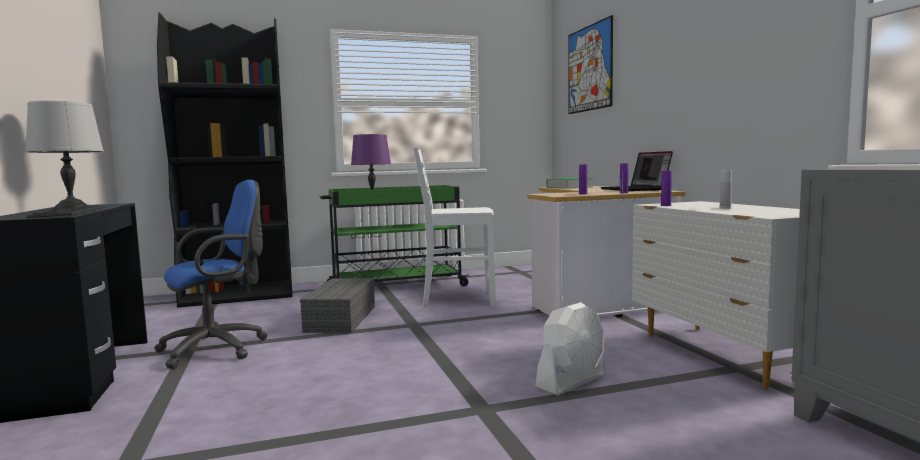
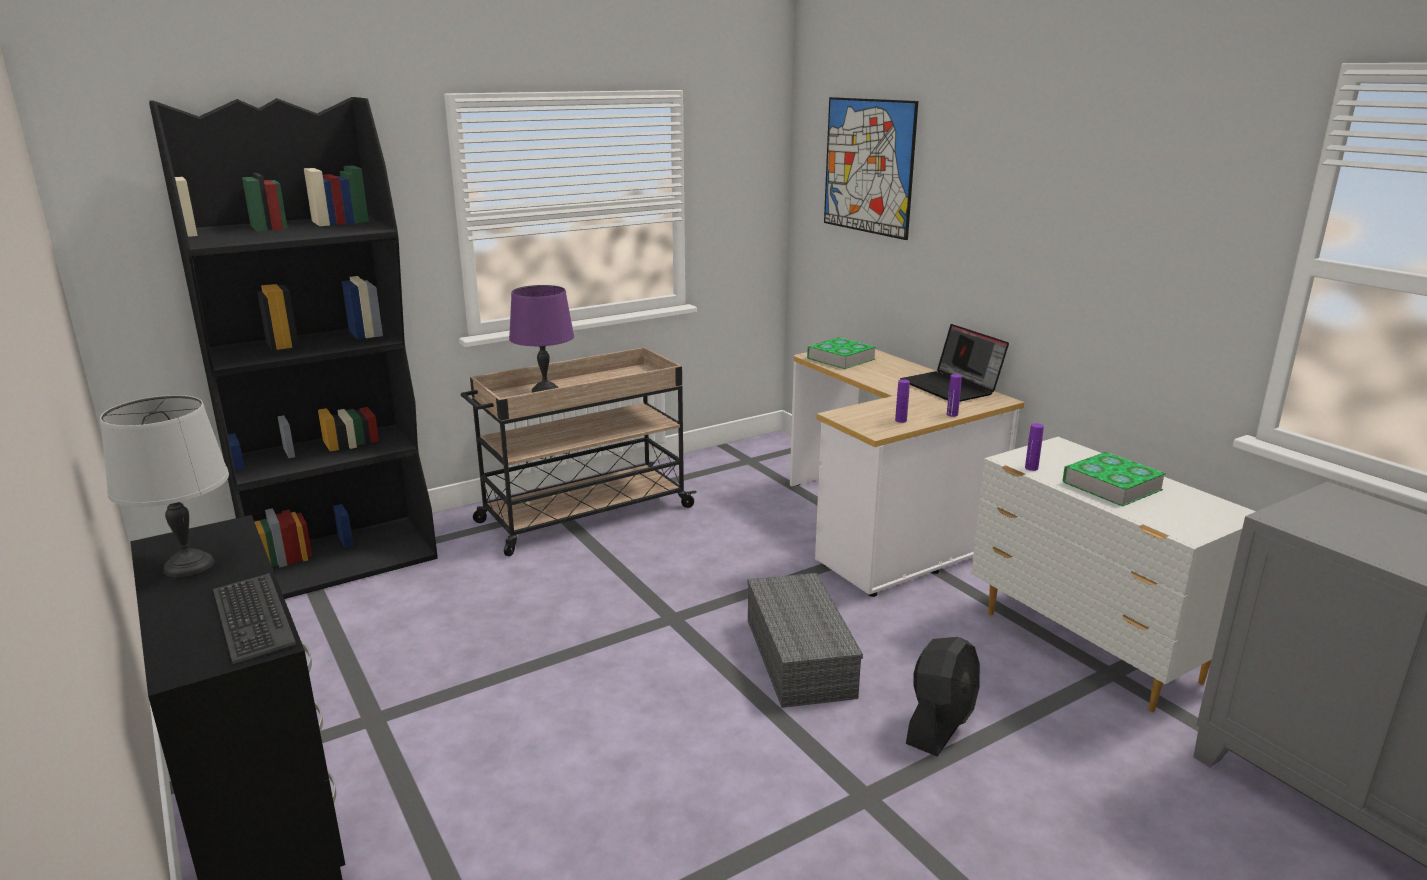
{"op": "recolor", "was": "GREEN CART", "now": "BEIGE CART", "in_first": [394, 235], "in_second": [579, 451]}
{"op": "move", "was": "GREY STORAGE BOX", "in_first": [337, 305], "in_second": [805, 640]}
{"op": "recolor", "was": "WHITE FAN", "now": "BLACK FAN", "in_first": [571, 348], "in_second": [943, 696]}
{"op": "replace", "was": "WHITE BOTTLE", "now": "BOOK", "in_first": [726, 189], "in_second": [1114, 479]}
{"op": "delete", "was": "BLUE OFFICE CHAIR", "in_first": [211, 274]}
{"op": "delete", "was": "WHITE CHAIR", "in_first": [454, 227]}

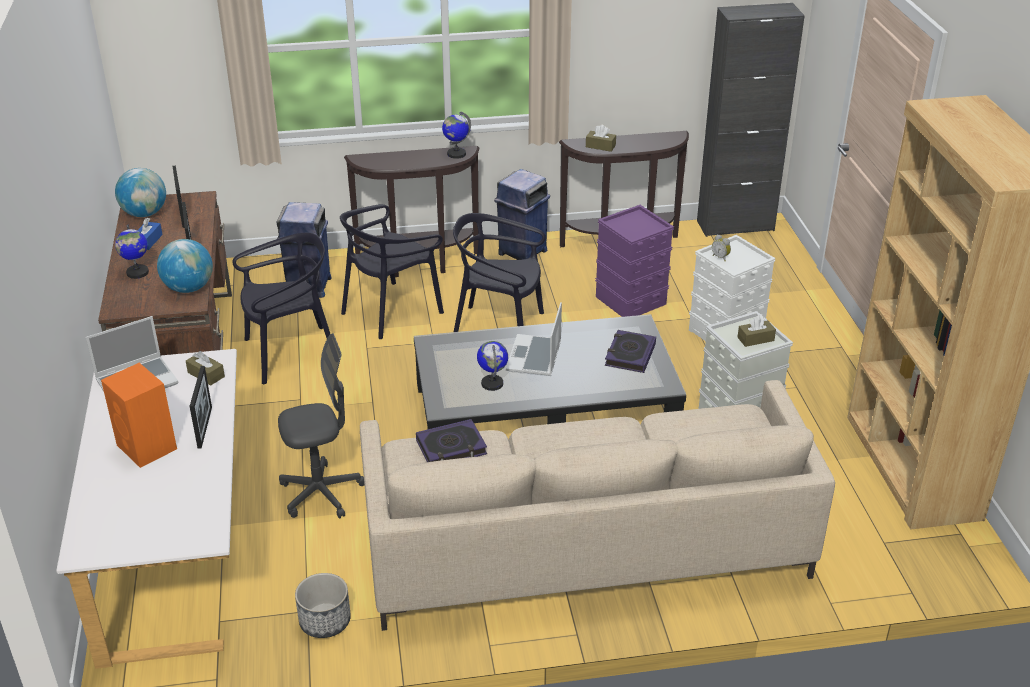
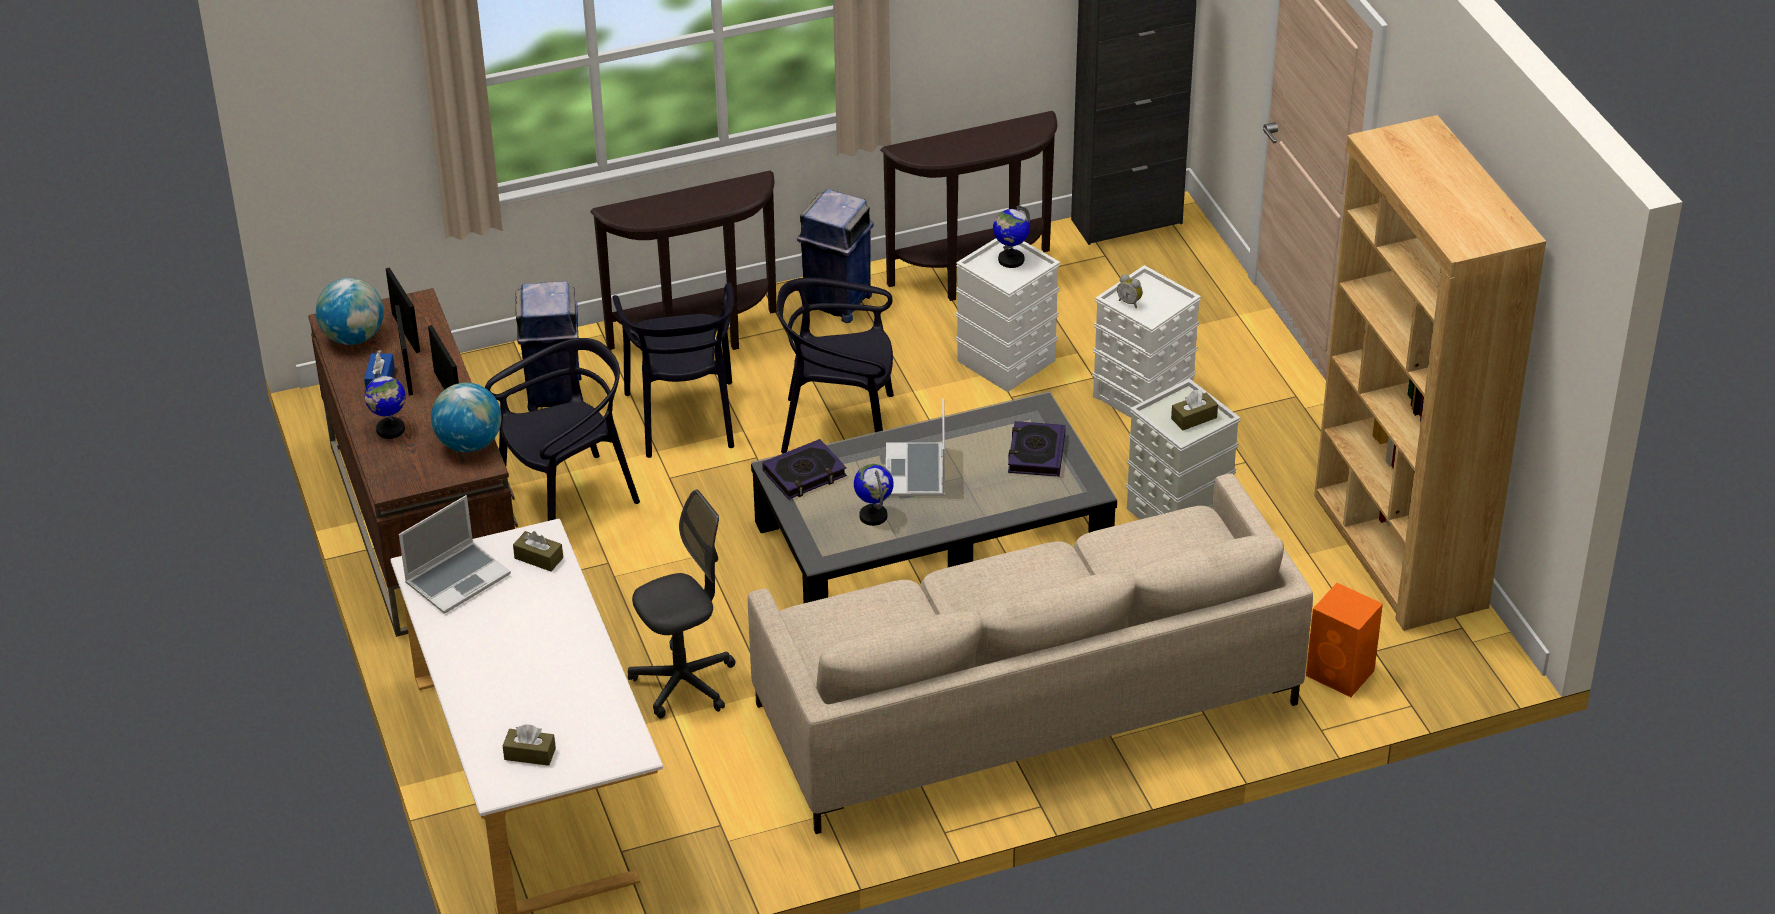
{"op": "move", "was": "PICTURE FRAME", "in_first": [201, 407], "in_second": [404, 350]}
{"op": "move", "was": "BROWN TISSUE BOX", "in_first": [601, 138], "in_second": [529, 745]}
{"op": "rotate", "was": "BLACK CHAIR", "in_first": [392, 271], "in_second": [673, 370], "clockwise": -45}
{"op": "move", "was": "BOOK", "in_first": [451, 440], "in_second": [804, 469]}
{"op": "recolor", "was": "PURPLE STORAGE BOX", "now": "WHITE STORAGE BOX", "in_first": [634, 261], "in_second": [1008, 315]}
{"op": "move", "was": "GLOBE", "in_first": [456, 135], "in_second": [1011, 236]}
{"op": "move", "was": "ORANGE SPEAKER", "in_first": [139, 415], "in_second": [1344, 640]}
{"op": "delete", "was": "PLANTER", "in_first": [323, 605]}

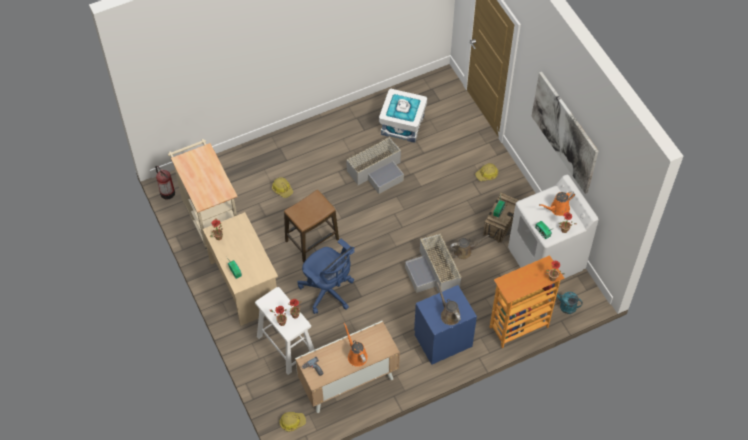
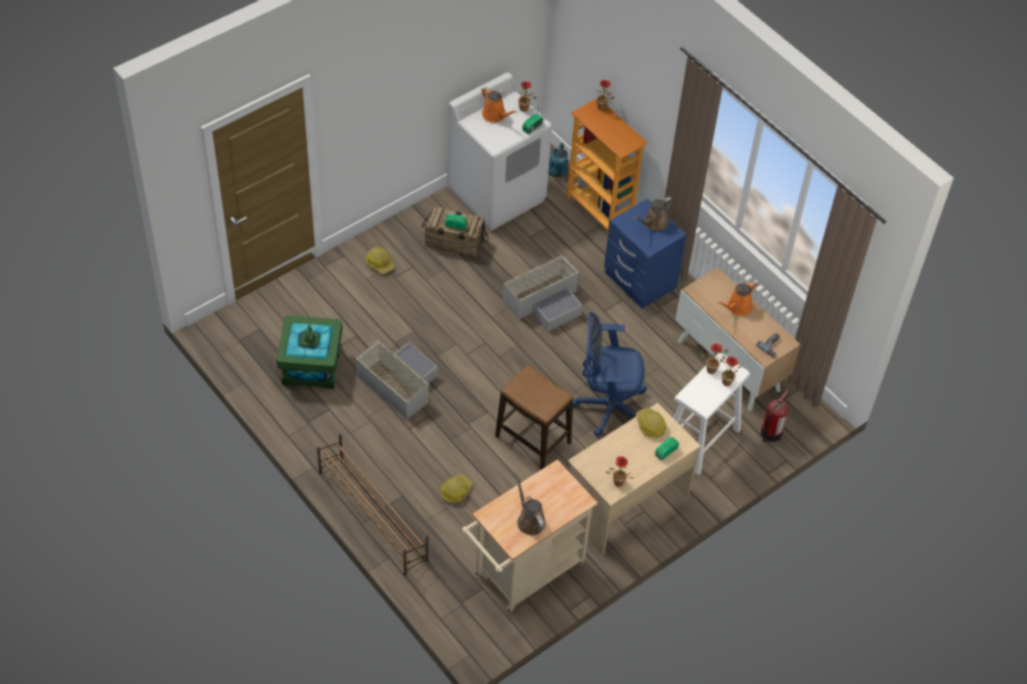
{"op": "recolor", "was": "WHITE STORAGE BOX", "now": "GREEN STORAGE BOX", "in_first": [403, 116], "in_second": [309, 352]}
{"op": "insert", "now": "BROWN SHOE RACK", "in_second": [373, 504]}
{"op": "move", "was": "BROWN WATERING CAN", "in_first": [469, 247], "in_second": [530, 503]}
{"op": "rotate", "was": "BLUE OFFICE CHAIR", "in_first": [326, 276], "in_second": [610, 374], "clockwise": -120}
{"op": "move", "was": "HARD HAT", "in_first": [292, 422], "in_second": [651, 423]}
{"op": "move", "was": "FIRE EXTINGUISHER", "in_first": [165, 183], "in_second": [775, 415]}
{"op": "delete", "was": "PICTURE", "in_first": [565, 133]}

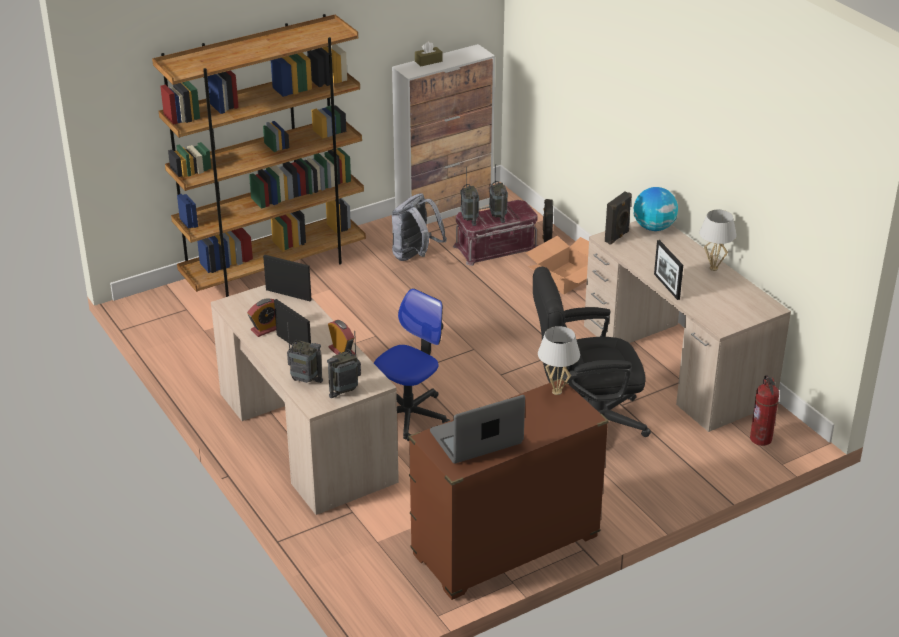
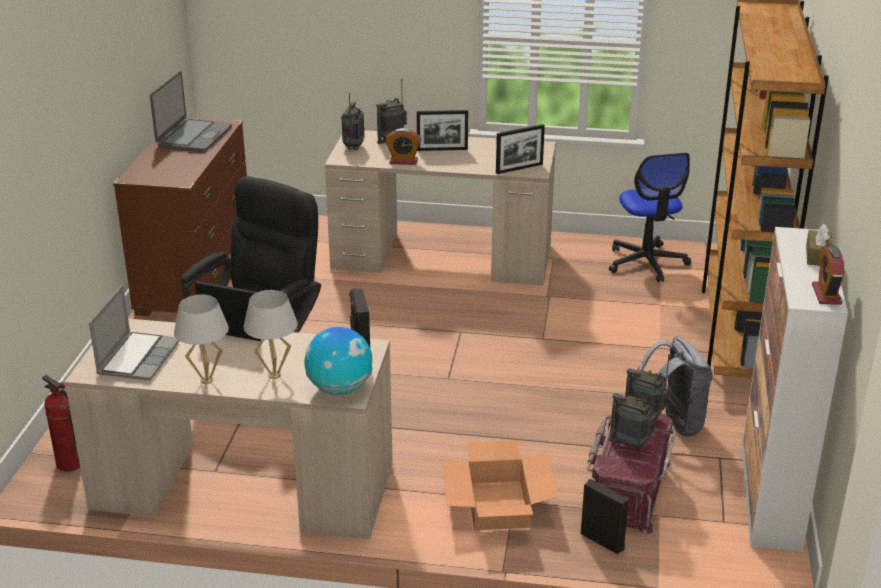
{"op": "insert", "now": "LAPTOP", "in_second": [134, 333]}
{"op": "move", "was": "WHITE TABLE LAMP", "in_first": [559, 360], "in_second": [271, 334]}
{"op": "move", "was": "OFFICE CHAIR", "in_first": [412, 364], "in_second": [650, 217]}
{"op": "move", "was": "ALARM CLOCK", "in_first": [261, 317], "in_second": [828, 275]}

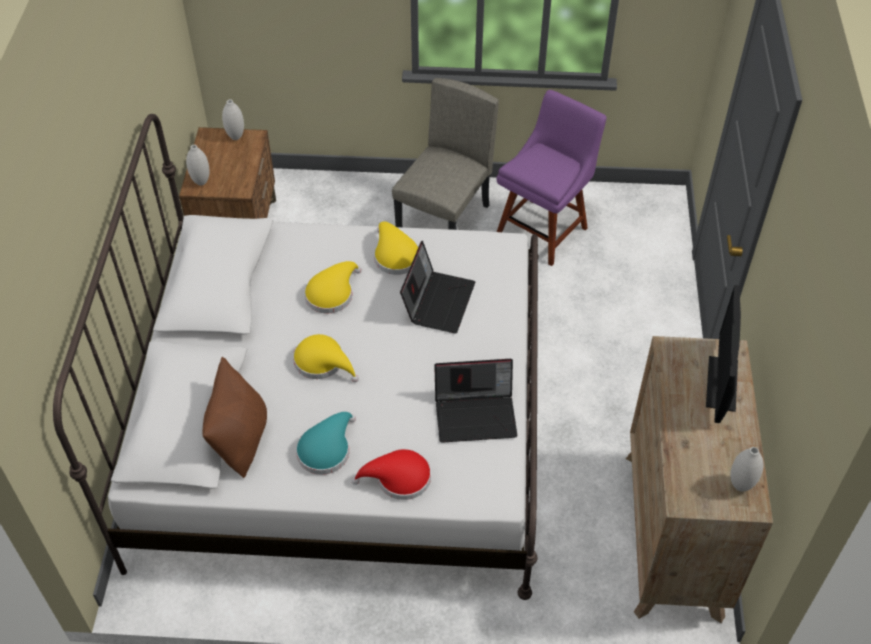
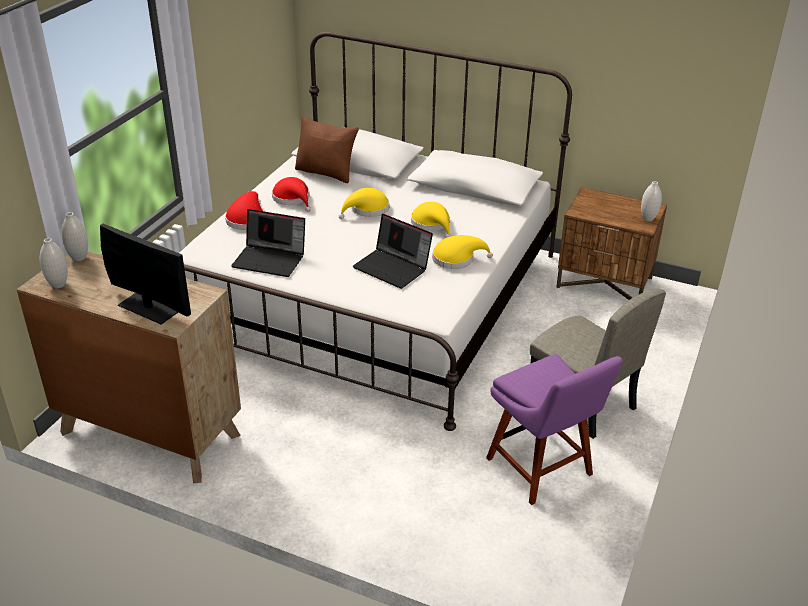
{"op": "move", "was": "WHITE VASE", "in_first": [198, 165], "in_second": [75, 236]}
{"op": "rotate", "was": "LAPTOP", "in_first": [475, 401], "in_second": [268, 243], "clockwise": -90}
{"op": "recolor", "was": "TURQUOISE HAT", "now": "RED HAT", "in_first": [326, 443], "in_second": [291, 194]}

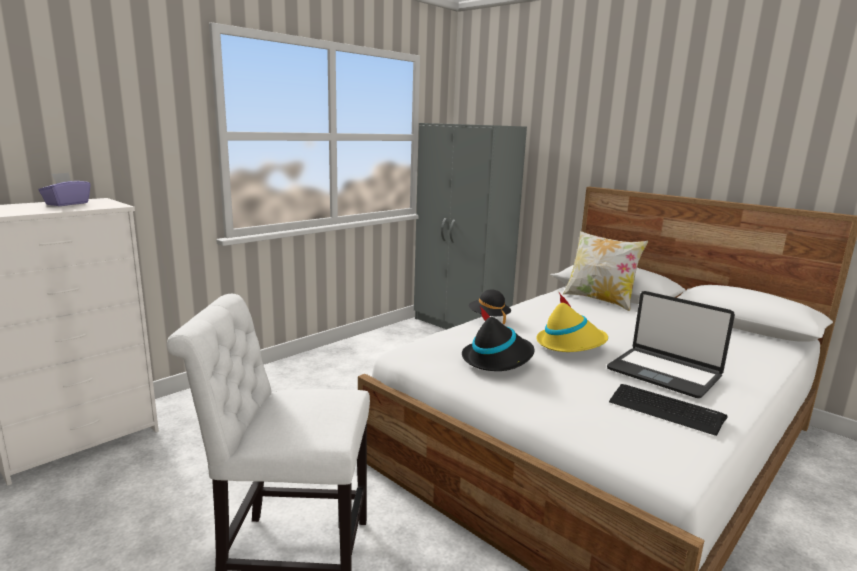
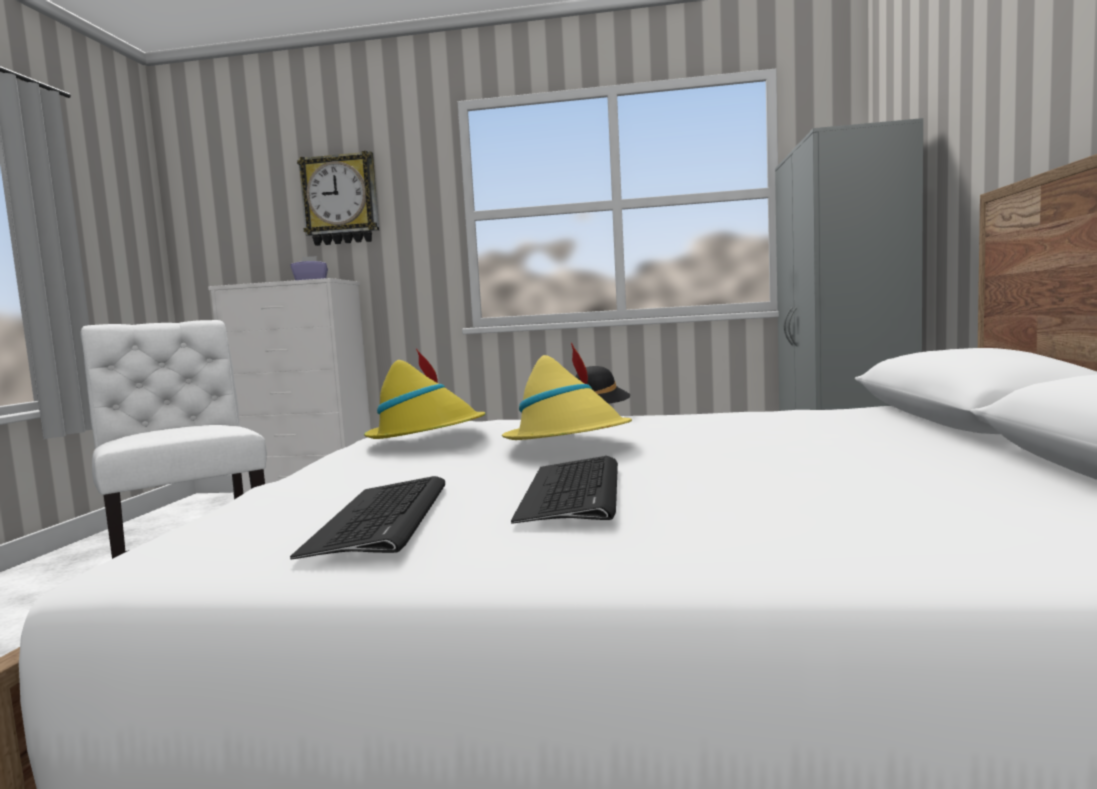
{"op": "insert", "now": "WALL CLOCK", "in_second": [338, 198]}
{"op": "recolor", "was": "BLACK HAT", "now": "YELLOW HAT", "in_first": [498, 338], "in_second": [425, 393]}
{"op": "replace", "was": "LAPTOP", "now": "KEYBOARD", "in_first": [671, 344], "in_second": [564, 490]}
{"op": "delete", "was": "PILLOW", "in_first": [605, 271]}

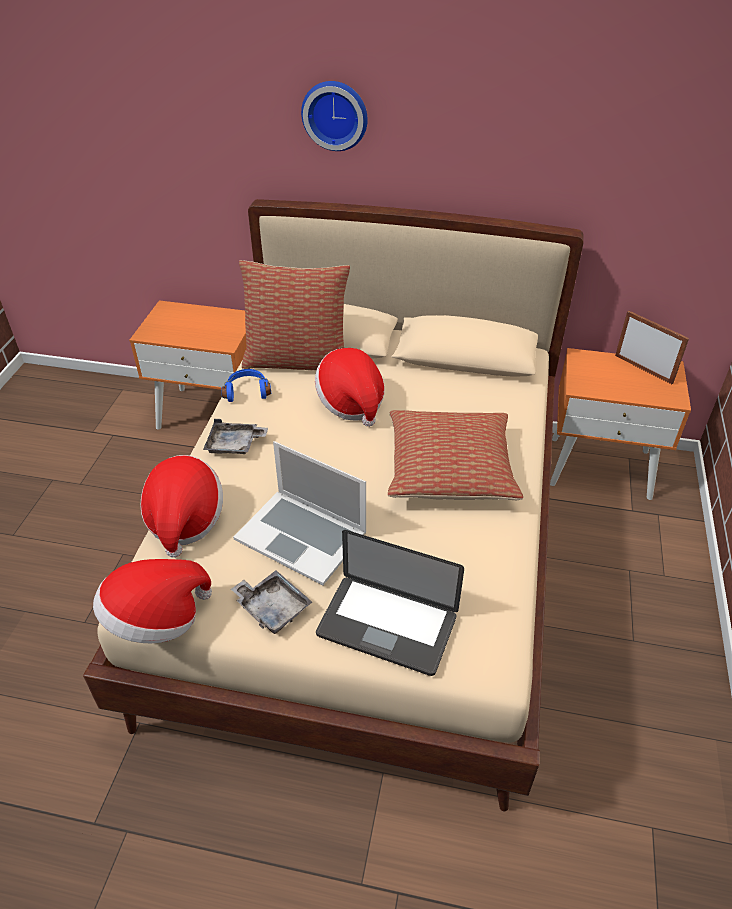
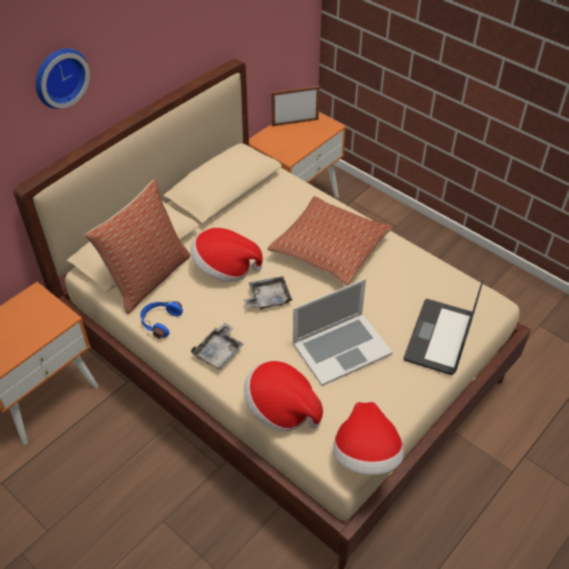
{"op": "move", "was": "GREY TRAY", "in_first": [271, 602], "in_second": [268, 292]}
{"op": "rotate", "was": "LAPTOP", "in_first": [390, 603], "in_second": [443, 327], "clockwise": 150}

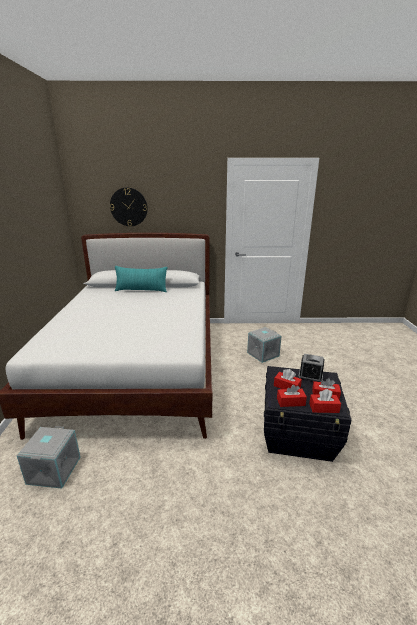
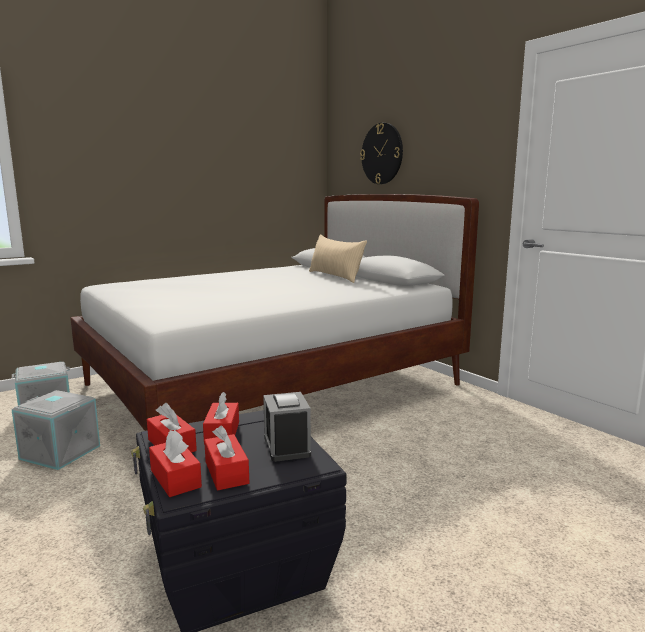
{"op": "move", "was": "GREY STORAGE BOX", "in_first": [264, 345], "in_second": [56, 430]}
{"op": "recolor", "was": "TURQUOISE PILLOW", "now": "BEIGE PILLOW", "in_first": [141, 279], "in_second": [338, 258]}

